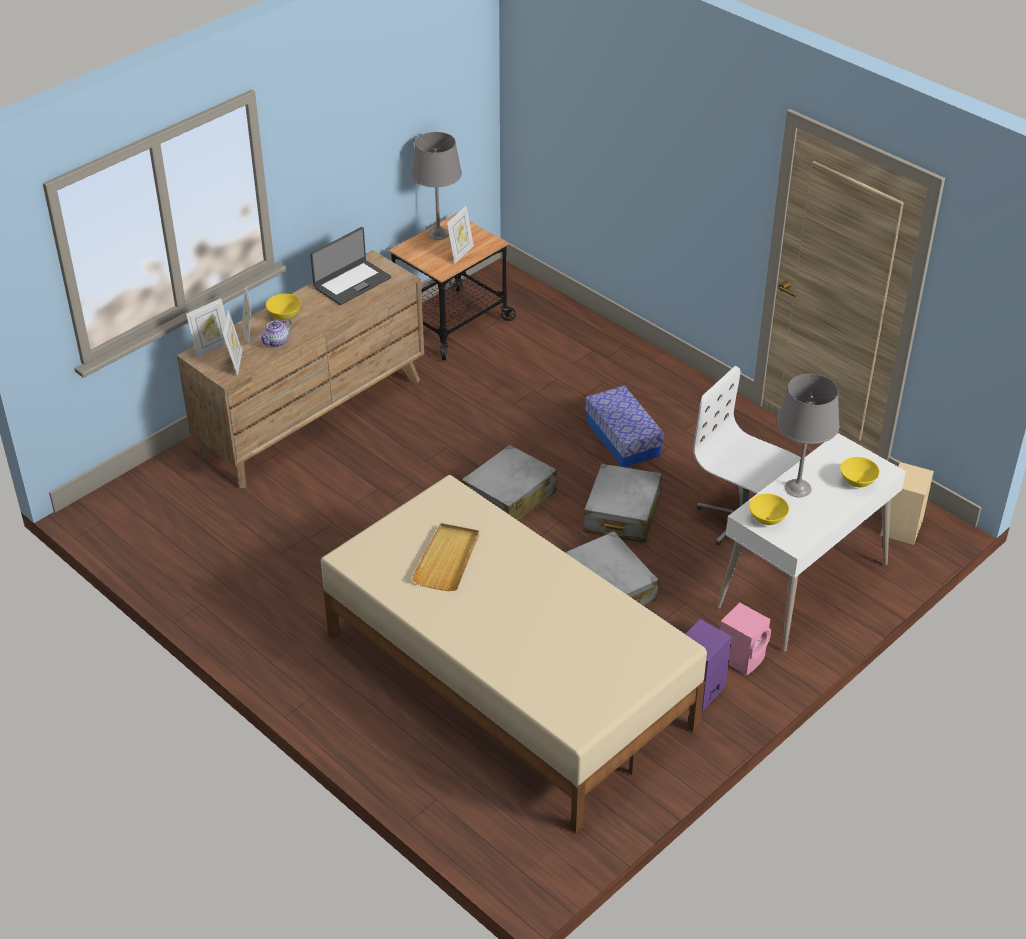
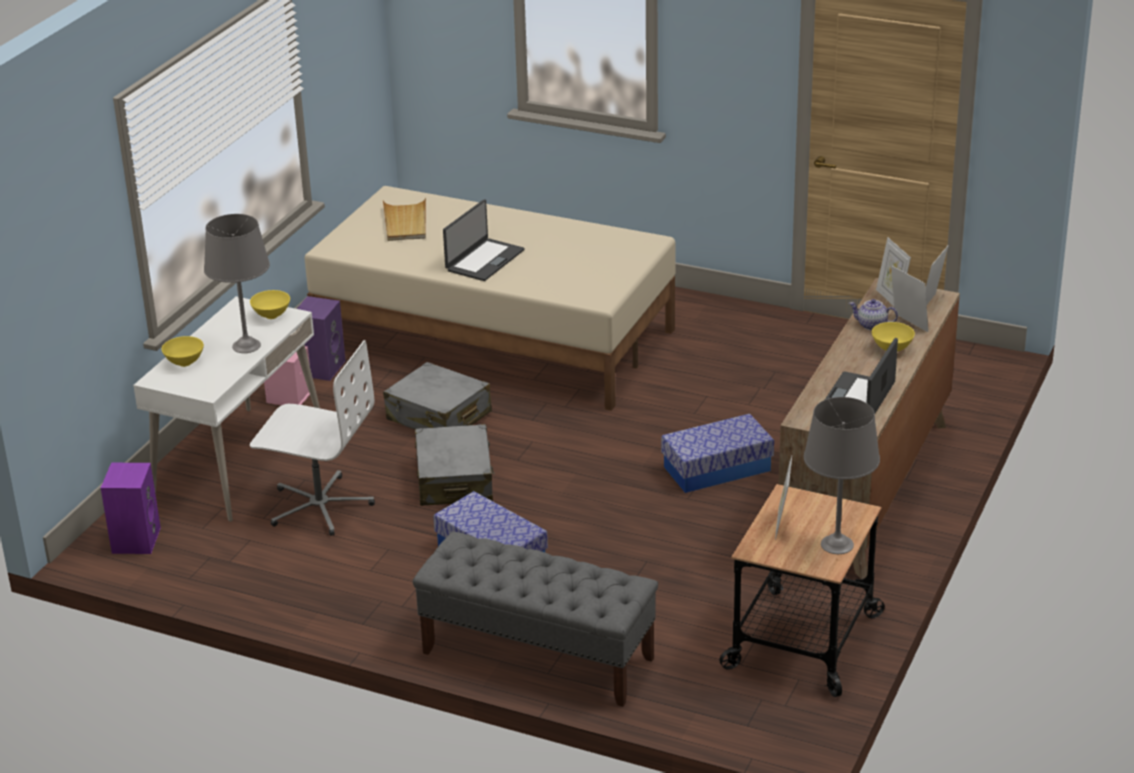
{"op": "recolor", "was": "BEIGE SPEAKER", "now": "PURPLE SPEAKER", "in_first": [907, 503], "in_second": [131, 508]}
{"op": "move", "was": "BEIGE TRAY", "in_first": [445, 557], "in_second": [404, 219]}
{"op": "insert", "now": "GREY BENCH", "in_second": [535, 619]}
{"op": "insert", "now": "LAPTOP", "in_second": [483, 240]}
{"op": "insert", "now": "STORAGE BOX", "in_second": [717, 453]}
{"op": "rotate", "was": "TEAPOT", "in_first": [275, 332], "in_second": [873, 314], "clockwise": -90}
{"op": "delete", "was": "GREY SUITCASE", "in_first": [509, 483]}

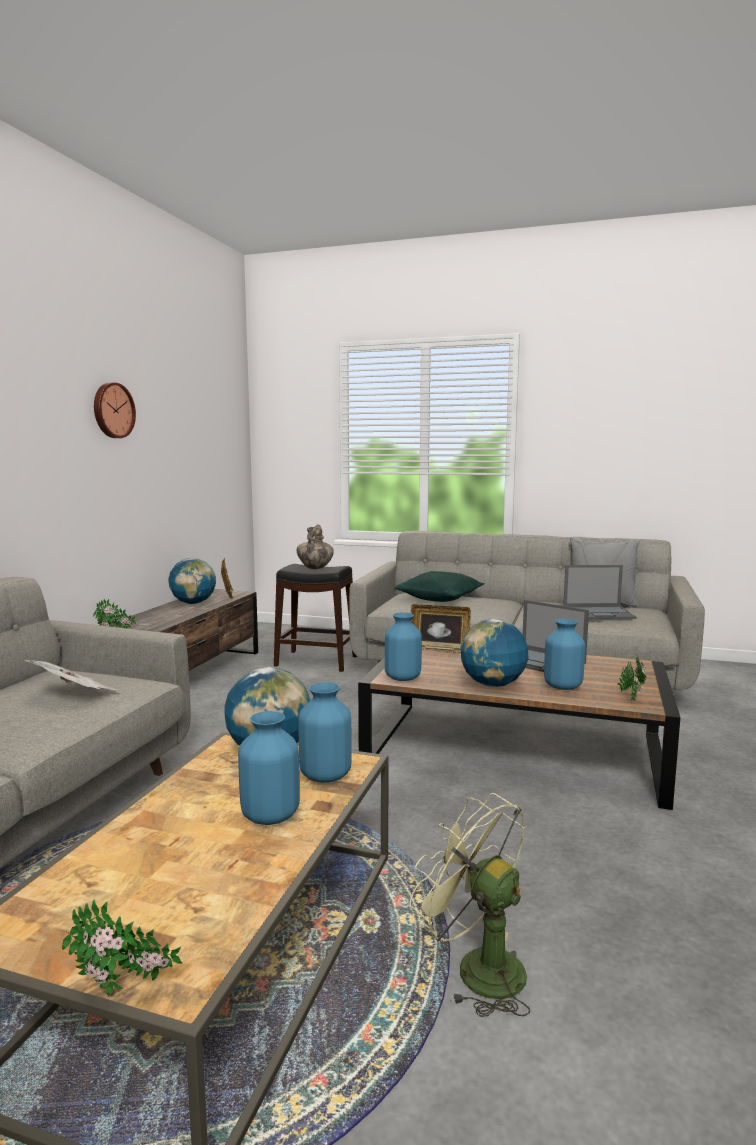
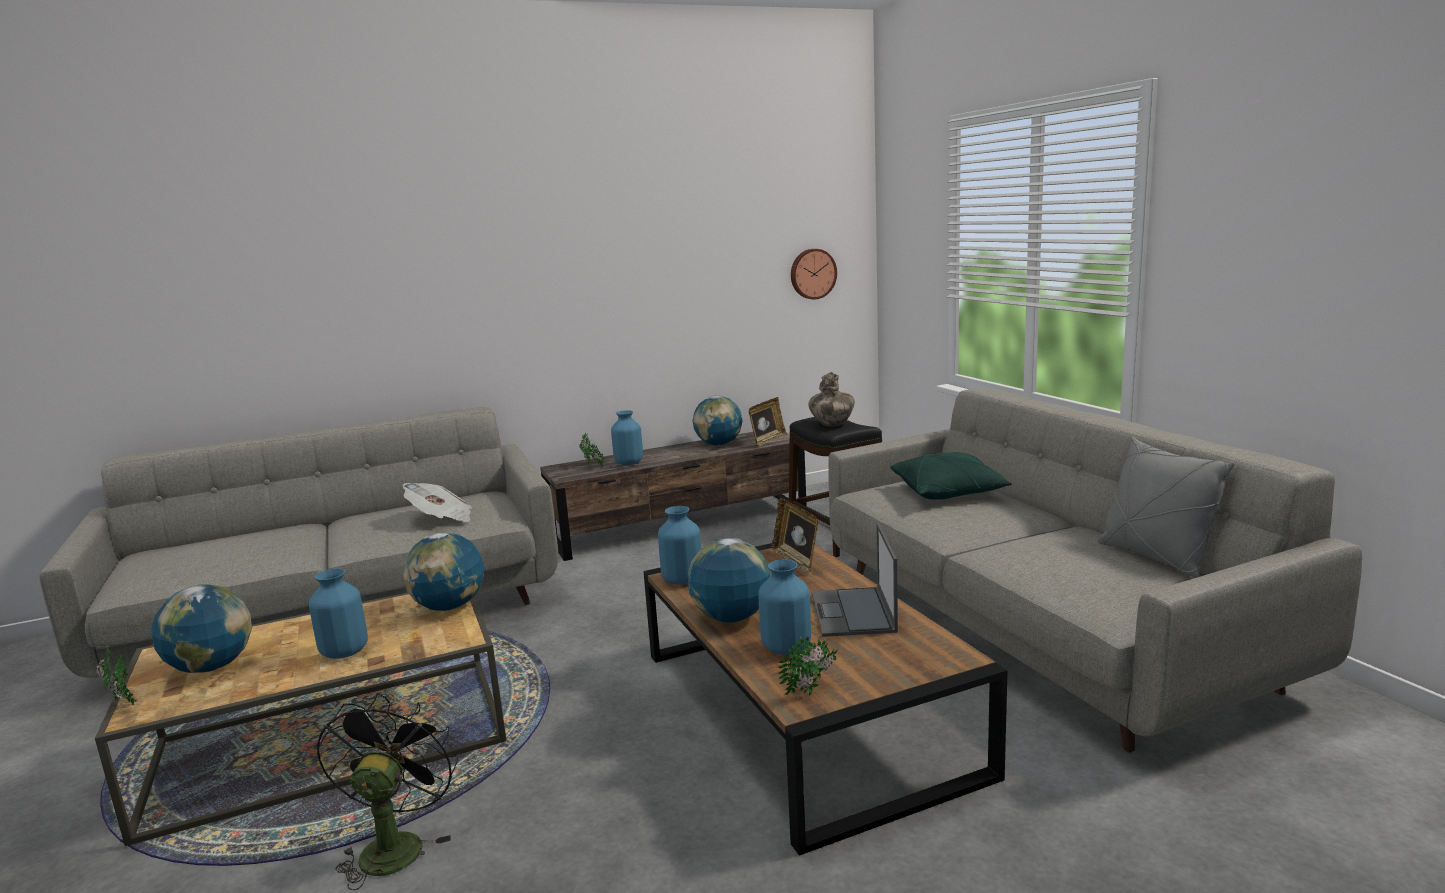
{"op": "insert", "now": "GLOBE", "in_second": [201, 628]}
{"op": "recolor", "was": "GREEN FAN", "now": "BLACK FAN", "in_first": [469, 905], "in_second": [387, 791]}
{"op": "move", "was": "BLUE VASE", "in_first": [325, 732], "in_second": [627, 437]}
{"op": "move", "was": "WALL CLOCK", "in_first": [115, 410], "in_second": [814, 274]}
{"op": "delete", "was": "LAPTOP", "in_first": [599, 592]}

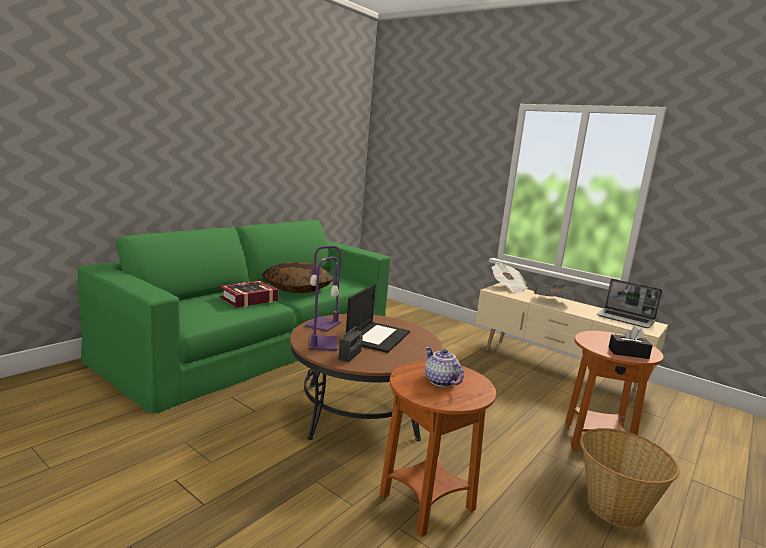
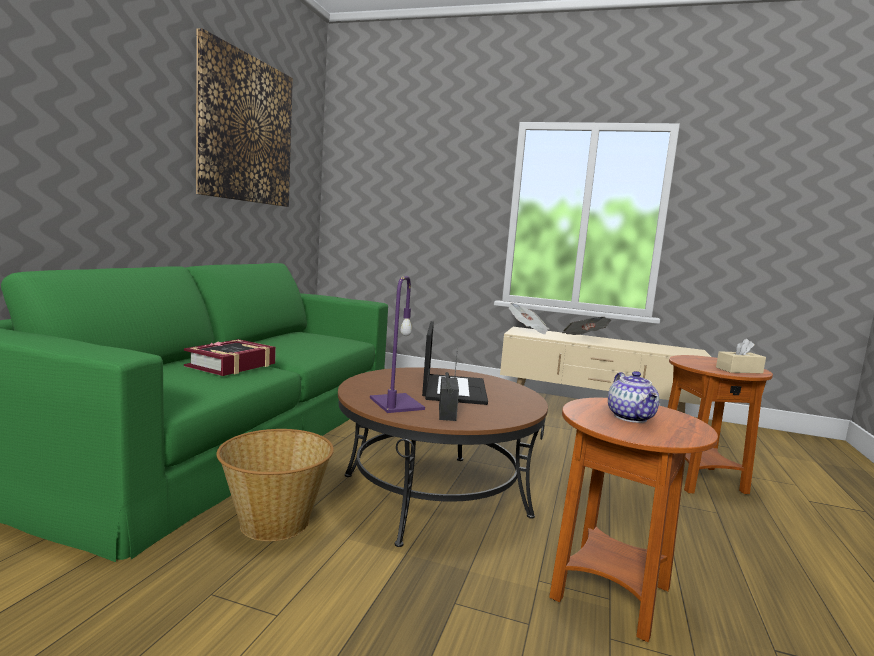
{"op": "insert", "now": "PICTURE", "in_second": [244, 117]}
{"op": "move", "was": "BASKET", "in_first": [630, 478], "in_second": [275, 485]}
{"op": "rotate", "was": "TEAPOT", "in_first": [444, 367], "in_second": [633, 397], "clockwise": -135}
{"op": "recolor", "was": "BLACK TISSUE BOX", "now": "BEIGE TISSUE BOX", "in_first": [630, 342], "in_second": [741, 356]}
{"op": "delete", "was": "PILLOW", "in_first": [297, 277]}
{"op": "delete", "was": "PURPLE TABLE LAMP", "in_first": [323, 289]}
{"op": "delete", "was": "LAPTOP", "in_first": [629, 303]}

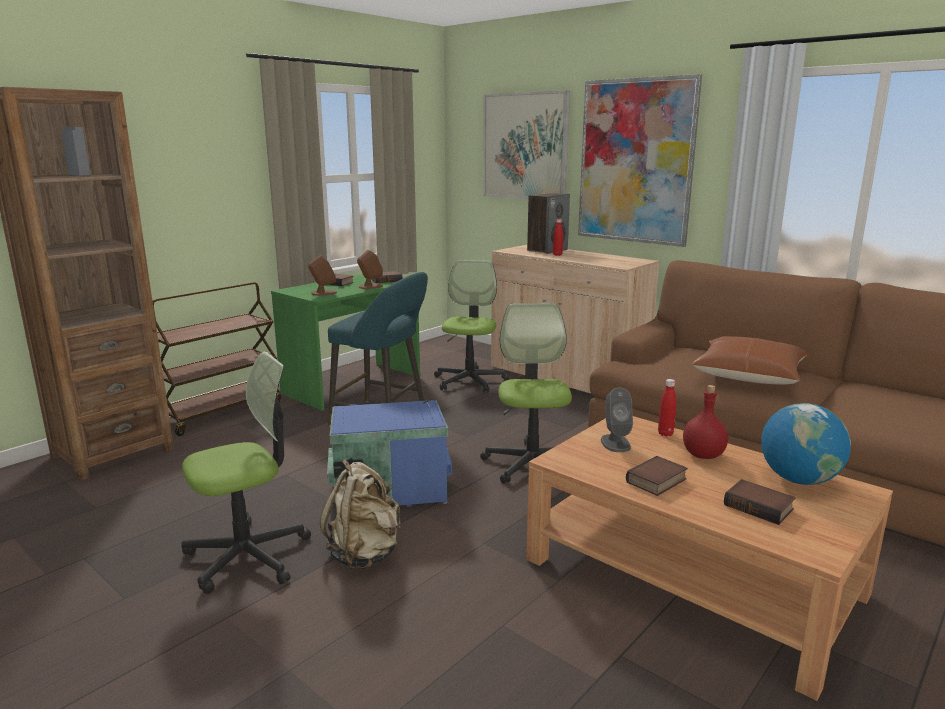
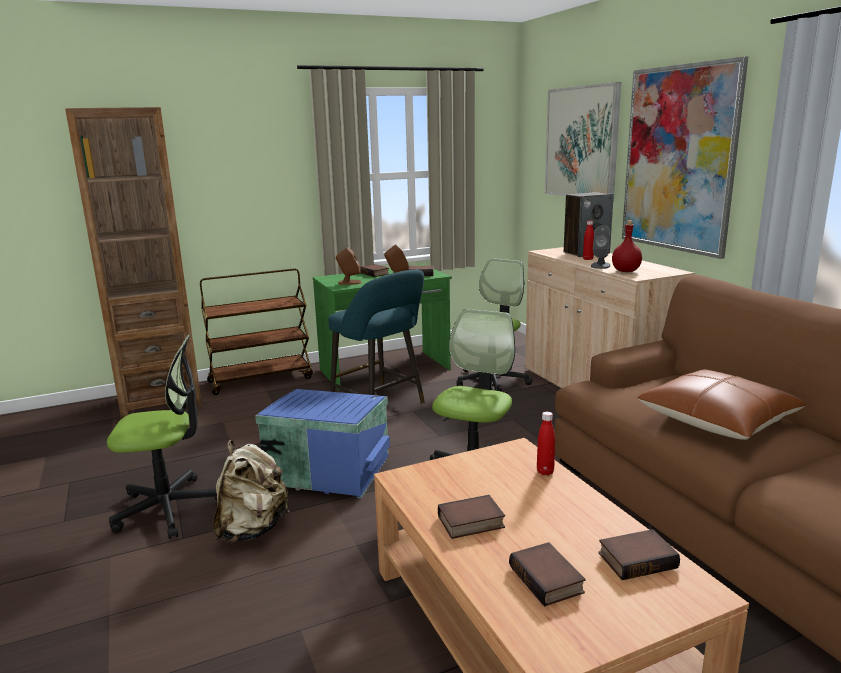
{"op": "move", "was": "GREY SPEAKER", "in_first": [617, 420], "in_second": [600, 247]}
{"op": "replace", "was": "GLOBE", "now": "BOOK", "in_first": [806, 444], "in_second": [639, 554]}
{"op": "move", "was": "RED BOTTLE", "in_first": [705, 422], "in_second": [627, 246]}

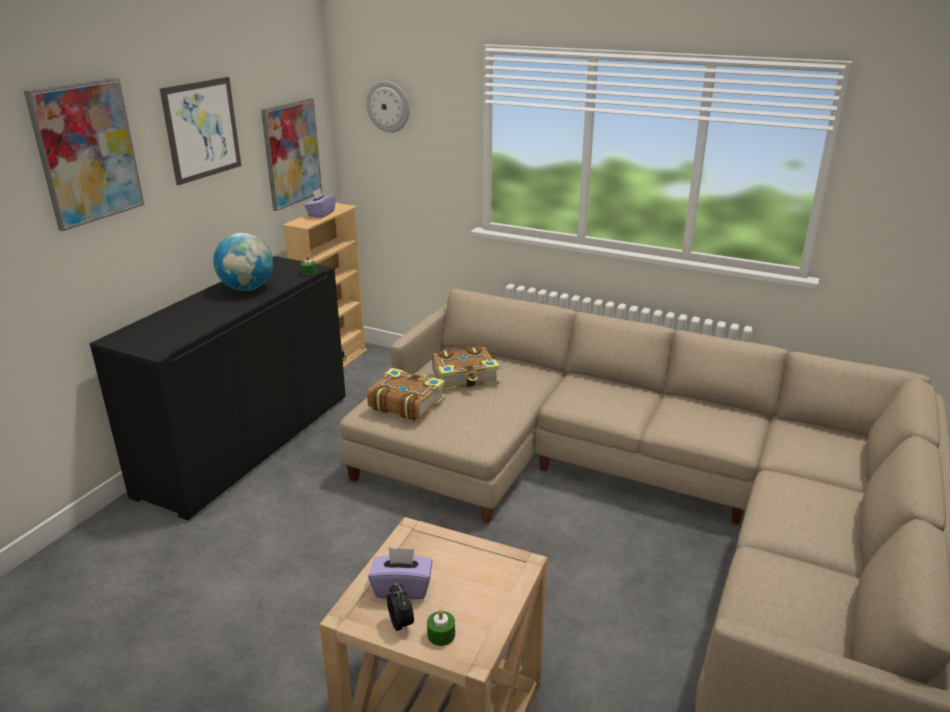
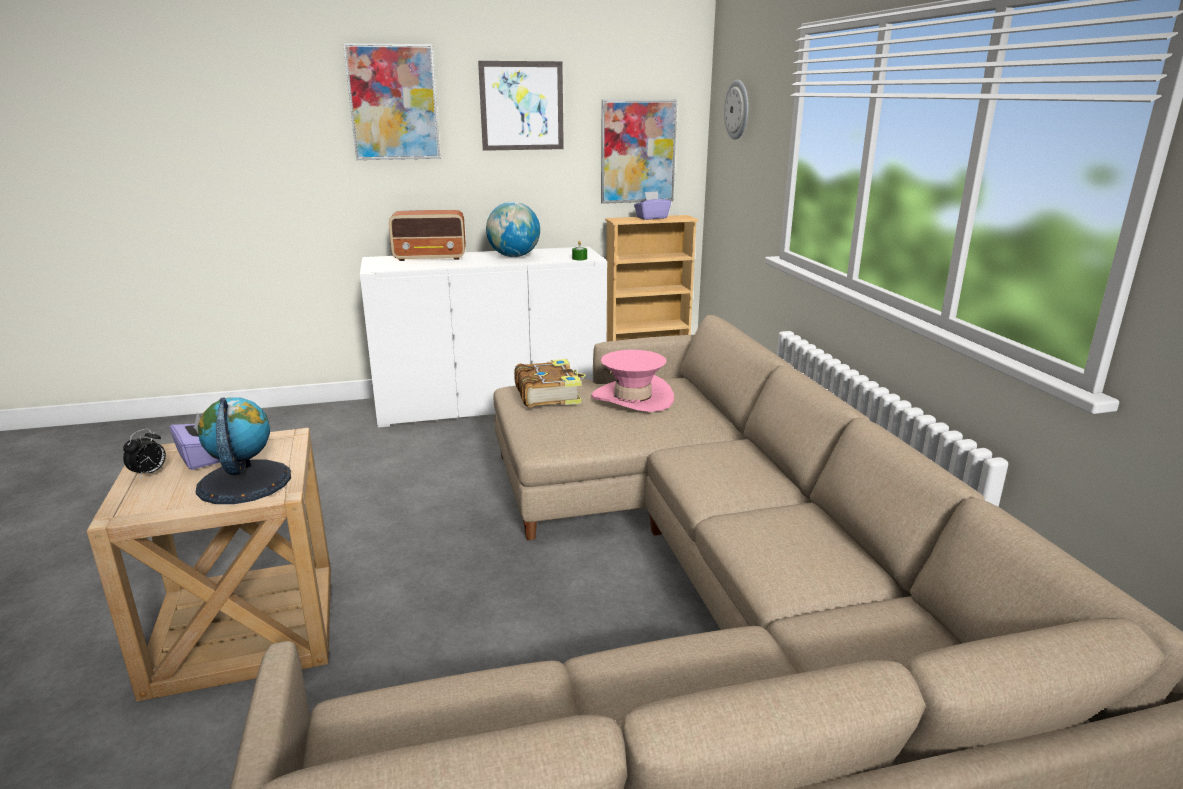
{"op": "insert", "now": "GLOBE", "in_second": [243, 450]}
{"op": "recolor", "was": "BLACK CABINET", "now": "WHITE CABINET", "in_first": [217, 388], "in_second": [483, 337]}
{"op": "insert", "now": "RADIO", "in_second": [427, 235]}
{"op": "replace", "was": "BOOK", "now": "PINK HAT", "in_first": [466, 369], "in_second": [632, 381]}
{"op": "delete", "was": "GREEN CANDLE", "in_first": [441, 628]}

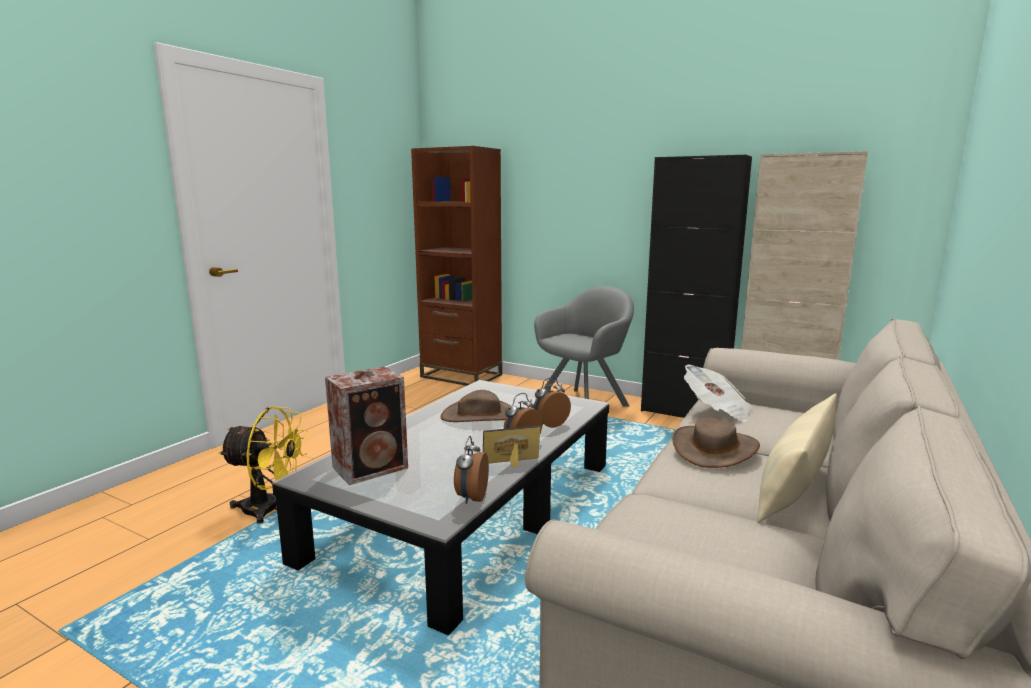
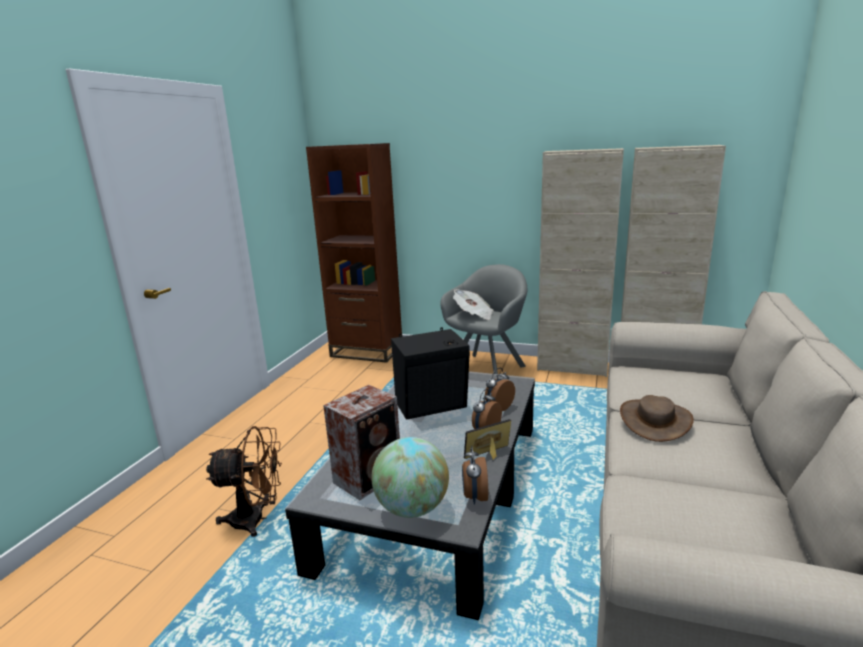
{"op": "recolor", "was": "YELLOW FAN", "now": "BROWN FAN", "in_first": [262, 465], "in_second": [244, 481]}
{"op": "insert", "now": "GLOBE", "in_second": [410, 477]}
{"op": "replace", "was": "BROWN HAT", "now": "BLACK SPEAKER", "in_first": [476, 406], "in_second": [430, 373]}
{"op": "move", "was": "NEWSPAPER", "in_first": [717, 393], "in_second": [473, 304]}
{"op": "recolor", "was": "BLACK CABINET", "now": "BEIGE CABINET", "in_first": [696, 286], "in_second": [580, 262]}
{"op": "delete", "was": "BEIGE PILLOW", "in_first": [797, 458]}

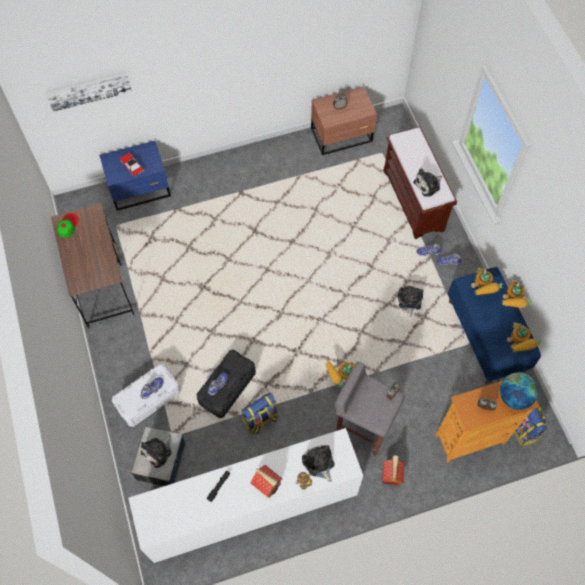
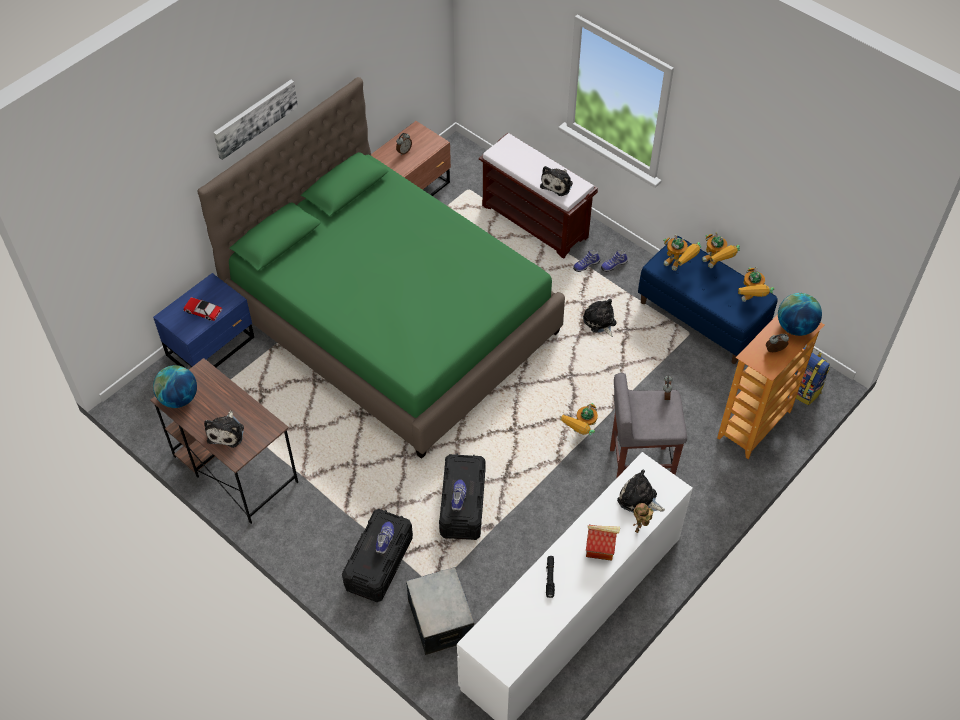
{"op": "replace", "was": "CAP", "now": "GLOBE", "in_first": [68, 225], "in_second": [175, 386]}
{"op": "insert", "now": "GREEN BED", "in_second": [381, 268]}
{"op": "move", "was": "PLUSH TOY", "in_first": [156, 451], "in_second": [224, 429]}
{"op": "move", "was": "PICTURE", "in_first": [88, 91], "in_second": [255, 120]}
{"op": "recolor", "was": "WHITE STORAGE BOX", "now": "BLACK STORAGE BOX", "in_first": [146, 395], "in_second": [377, 555]}
{"op": "rotate", "was": "TOY ROBOT", "in_first": [524, 337], "in_second": [756, 284], "clockwise": 45}
{"op": "delete", "was": "BACKPACK", "in_first": [260, 413]}
{"op": "delete", "was": "TOY HOUSE", "in_first": [393, 470]}

